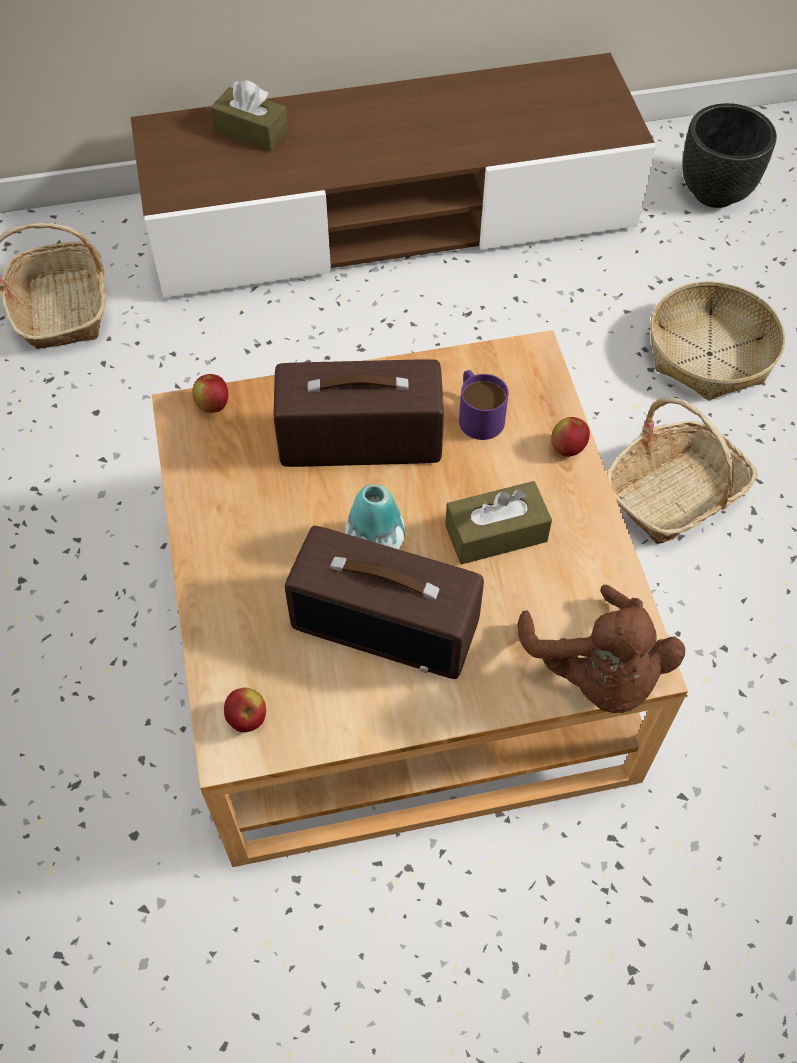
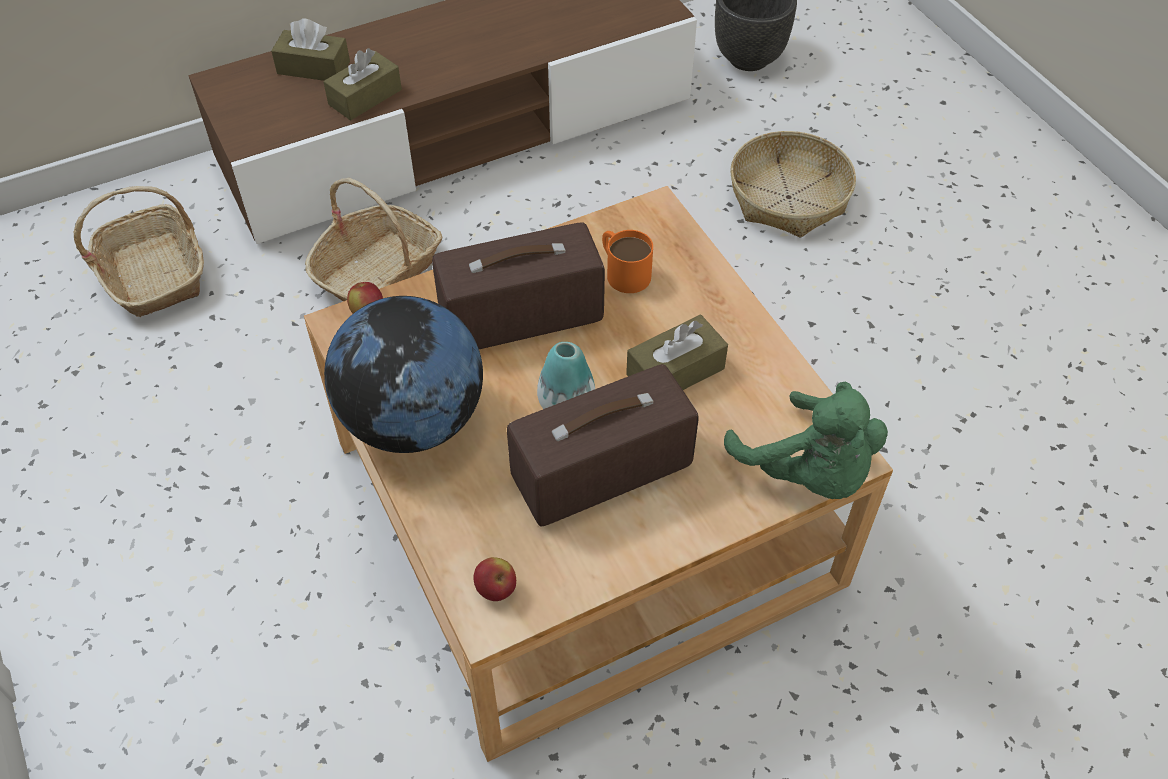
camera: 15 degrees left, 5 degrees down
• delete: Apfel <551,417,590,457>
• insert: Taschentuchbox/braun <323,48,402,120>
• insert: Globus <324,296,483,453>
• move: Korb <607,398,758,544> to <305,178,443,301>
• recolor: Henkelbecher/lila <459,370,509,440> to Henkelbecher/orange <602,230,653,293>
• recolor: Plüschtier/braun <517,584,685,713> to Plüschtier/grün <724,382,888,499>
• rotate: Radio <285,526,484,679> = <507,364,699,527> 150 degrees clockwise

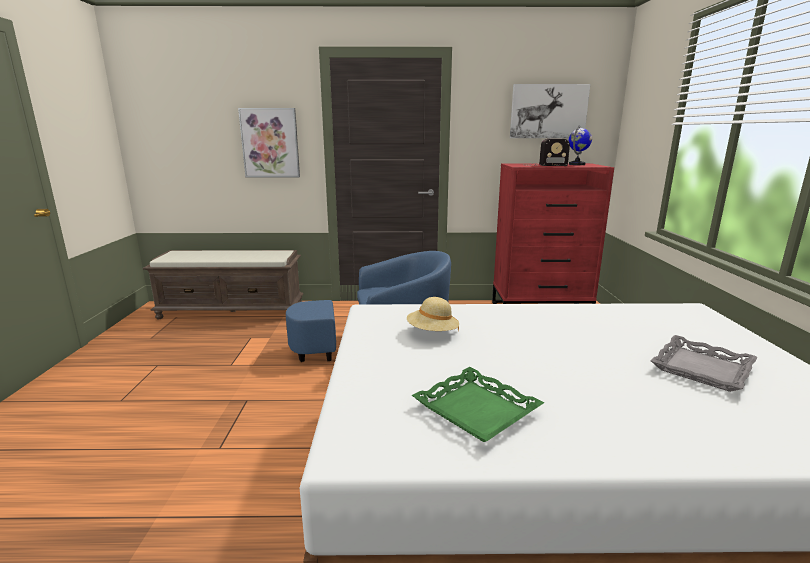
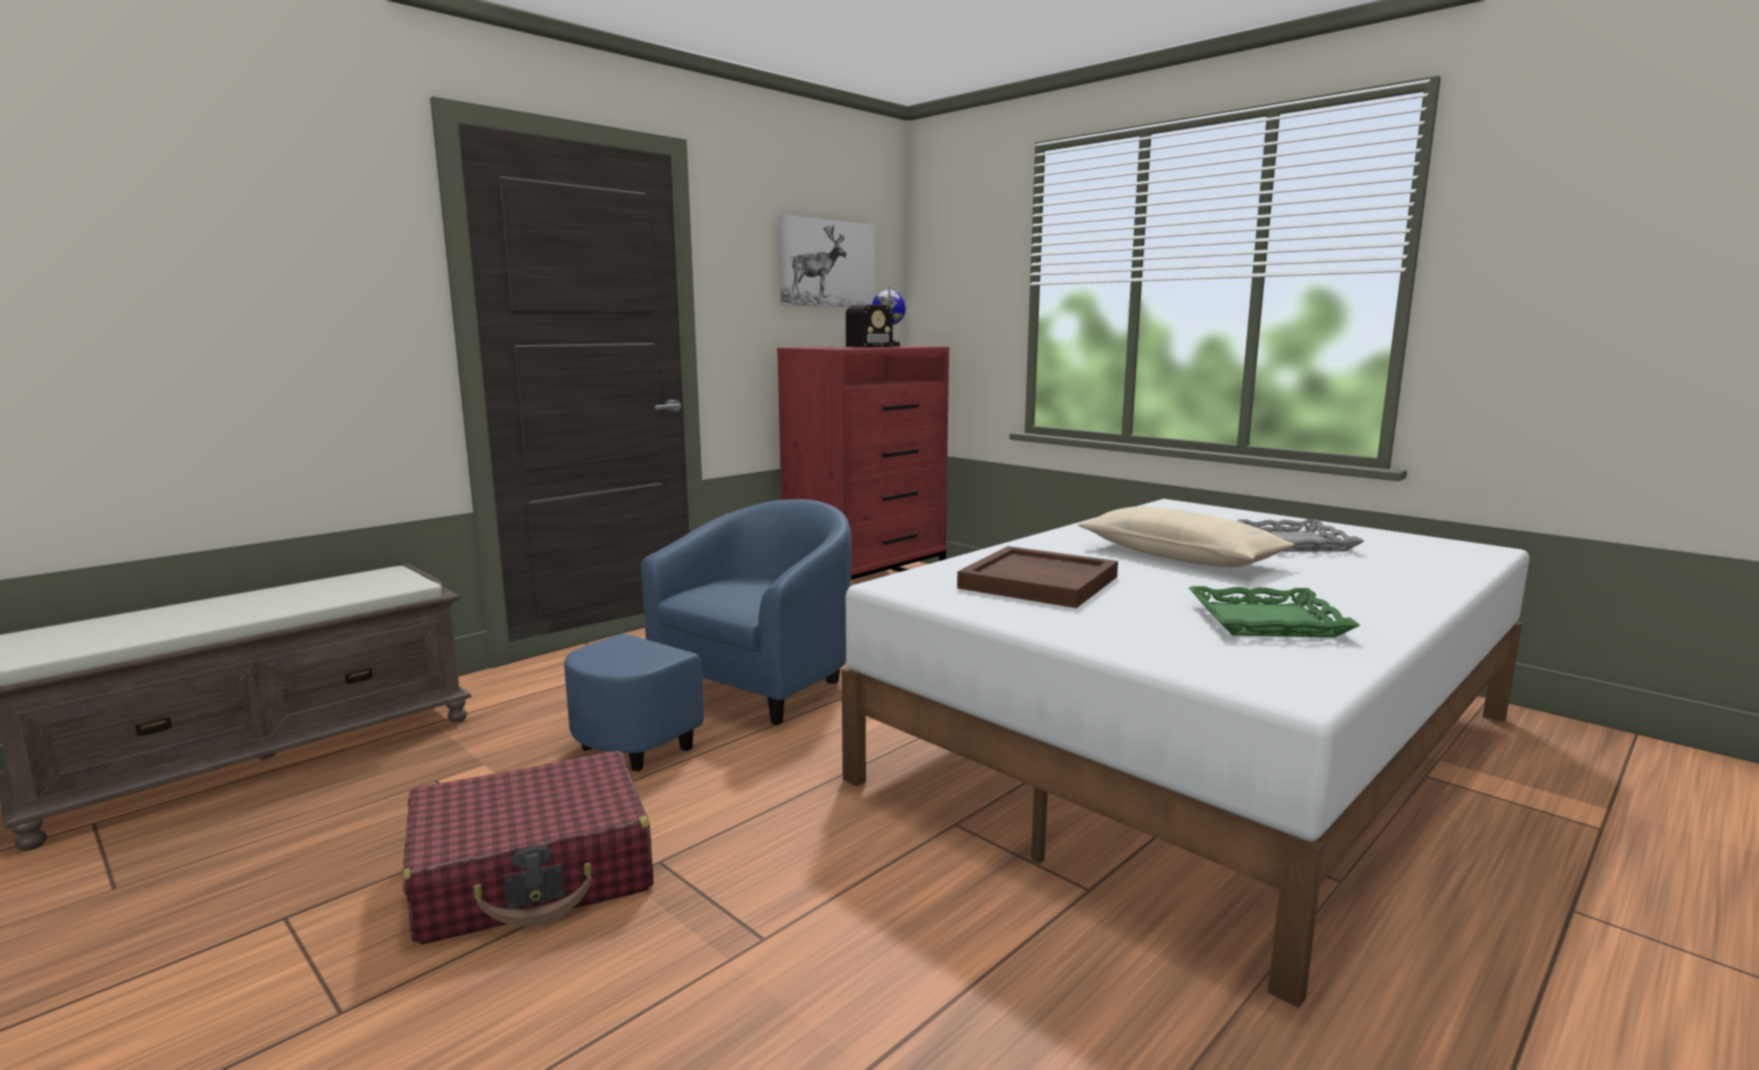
camera: 45 degrees left, 5 degrees down
• delete: Bild <238,108,300,177>
• insert: Koffer/rot <402,751,654,945>
• insert: Kissen/beige <1078,506,1294,567>
• replace: Hut/beige <407,297,459,332> to Tablett/braun <957,546,1118,608>

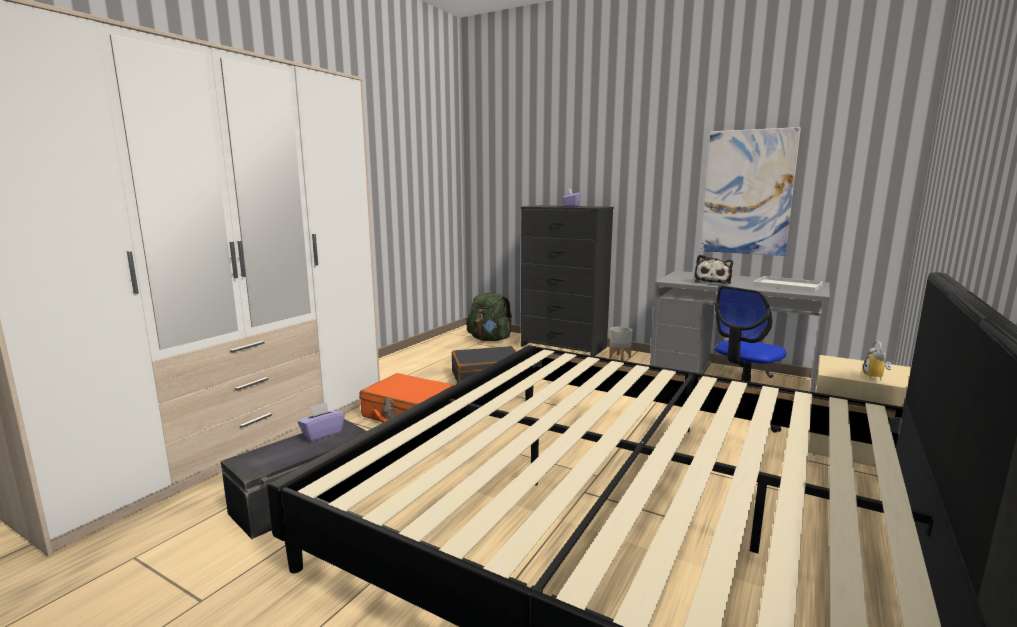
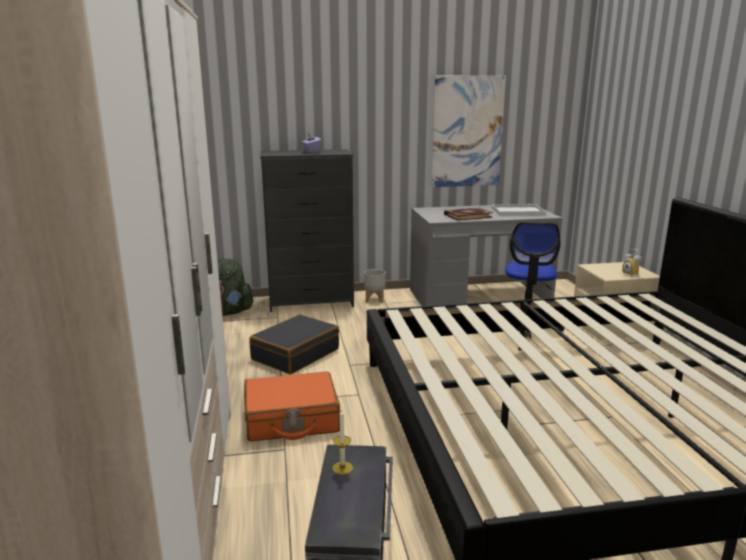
camera: 40 degrees left, 5 degrees up
• replace: Taschentuchbox/lila <298,402,345,442> to Kerze <332,409,353,475>
• replace: Plüschtier <694,254,733,284> to Buch <444,208,493,221>

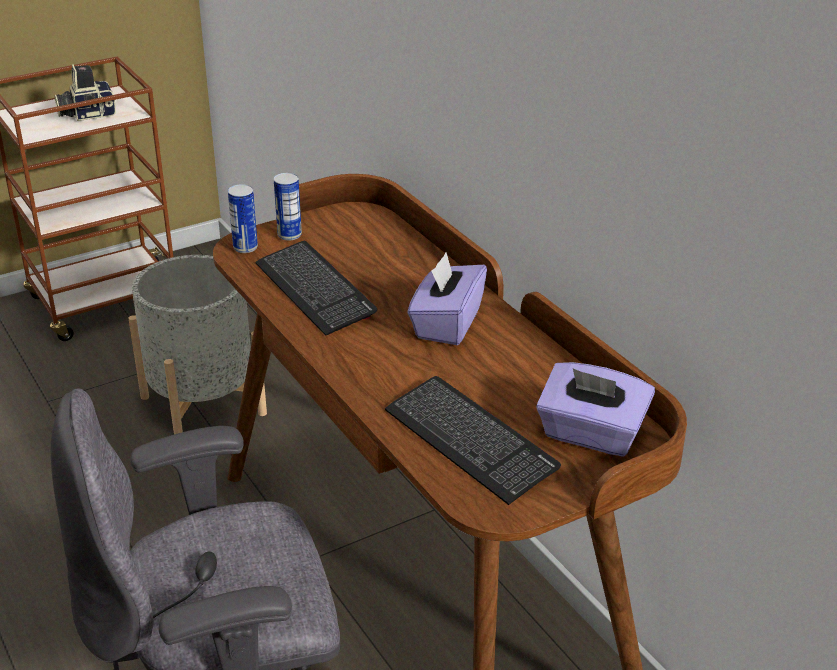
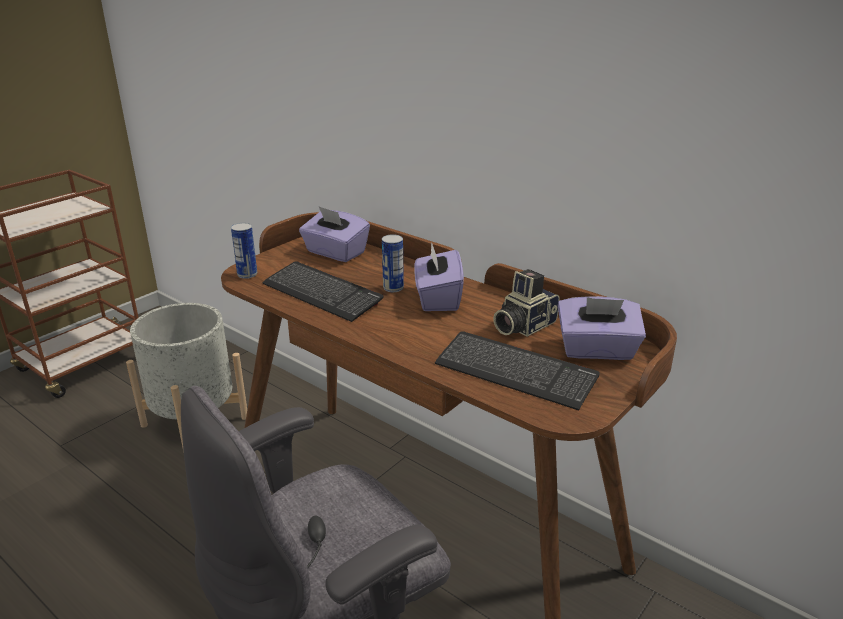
camera: 20 degrees left, 5 degrees down
• insert: Taschentuchbox/lila <299,206,370,262>
• move: Kamera <54,65,116,121> to <493,269,560,337>
• move: Dose <274,173,302,241> to <382,234,404,292>

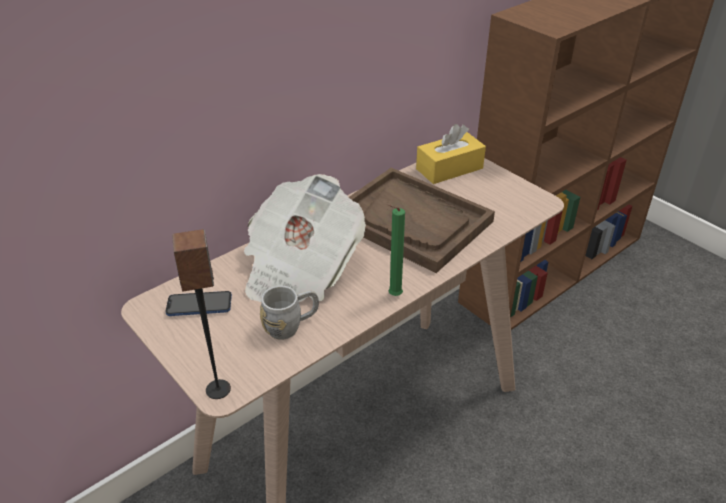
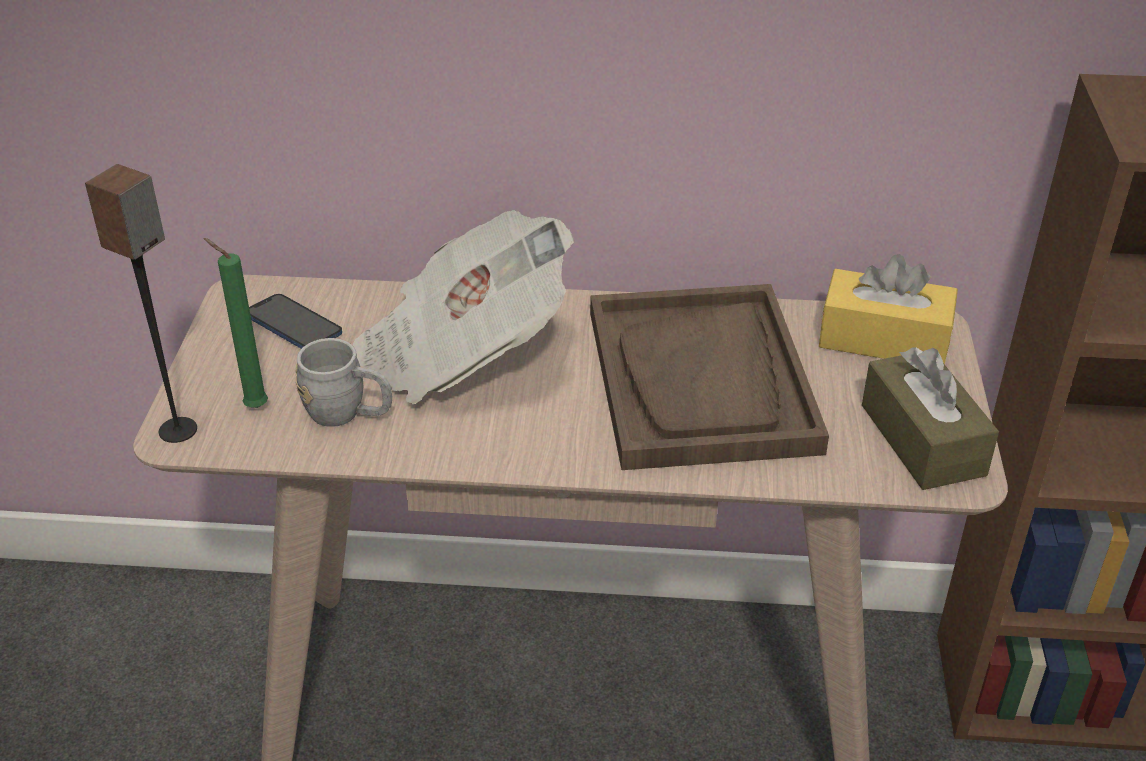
camera: 45 degrees right, 0 degrees up
• insert: Taschentuchbox/braun <862,347,999,490>
• move: Kerze/grün <388,205,405,296> to <204,238,268,408>

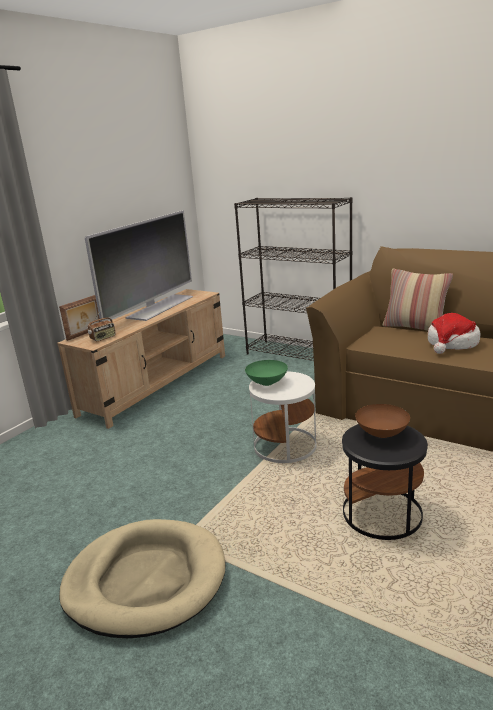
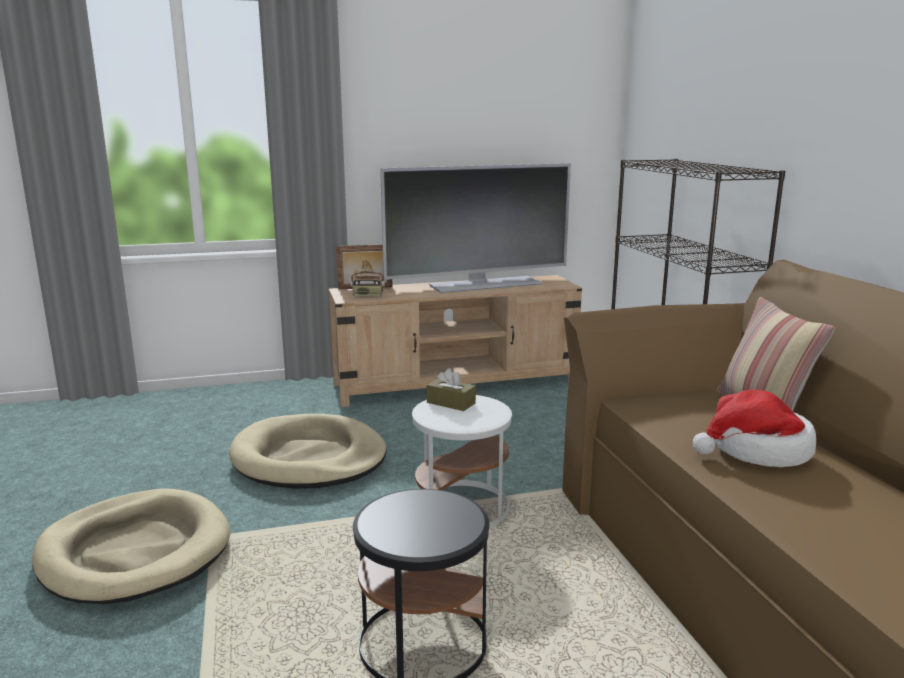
camera: 40 degrees right, 5 degrees down
• delete: Schüssel/braun <355,404,410,438>
• insert: Hundebett/beige <229,414,387,489>
• replace: Schüssel/grün <245,360,288,386> to Taschentuchbox/braun <426,368,476,411>

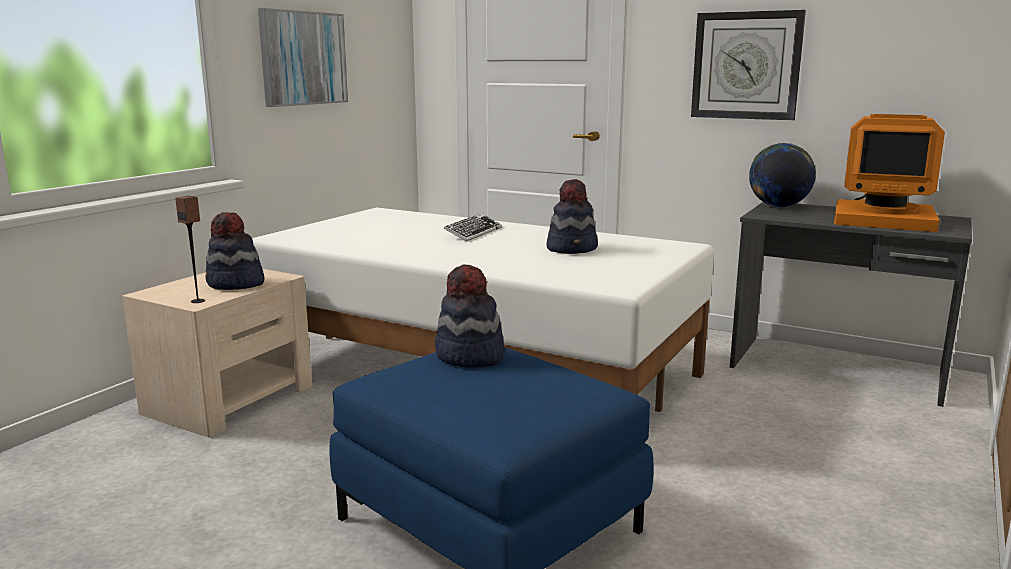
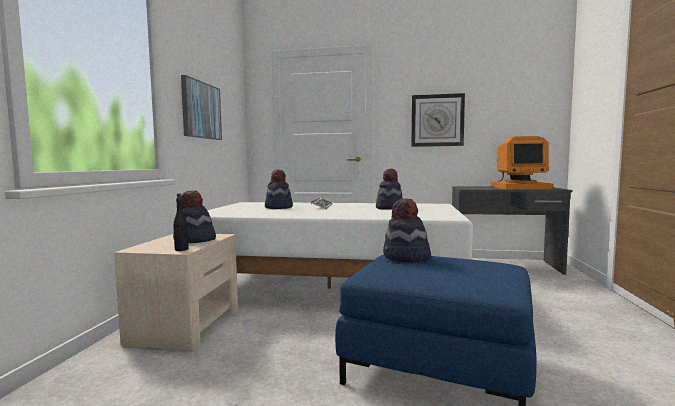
camera: 20 degrees left, 10 degrees down
• delete: Globus <749,143,816,207>
• insert: Hut <265,169,293,209>
• replace: Lautsprecher <175,196,205,303> to Flasche/schwarz <173,193,189,251>

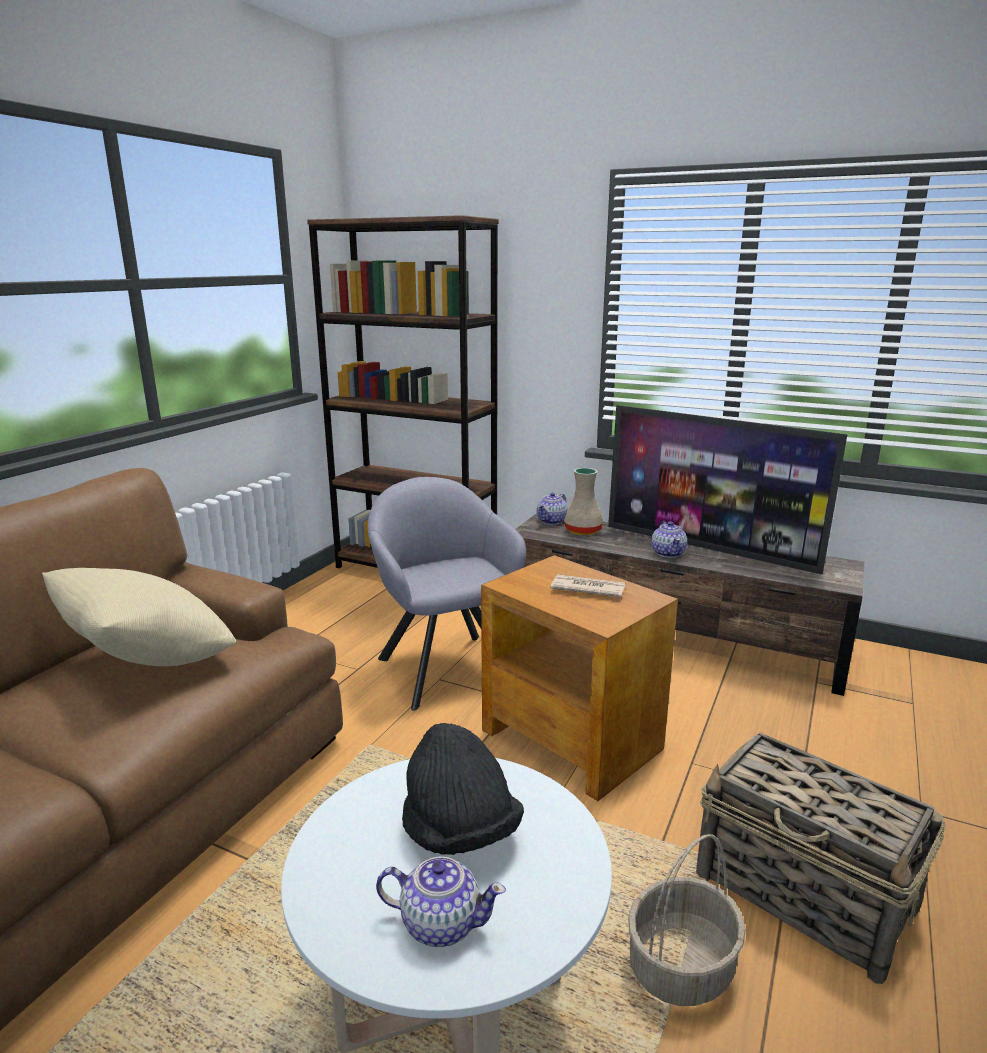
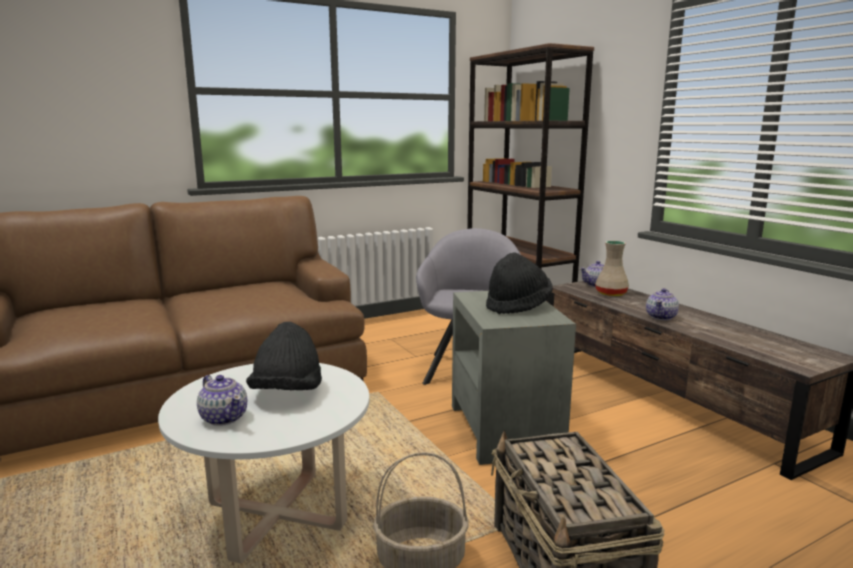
camera: 35 degrees right, 5 degrees down
• delete: Kissen/beige <42,568,236,666>
• delete: Fernseher <608,405,848,574>
• replace: Zeitung <550,574,626,597> to Hut/schwarz <486,252,553,314>
• recolor: Beistelltisch/braun <481,555,678,801> to Beistelltisch/grau <452,291,576,465>

